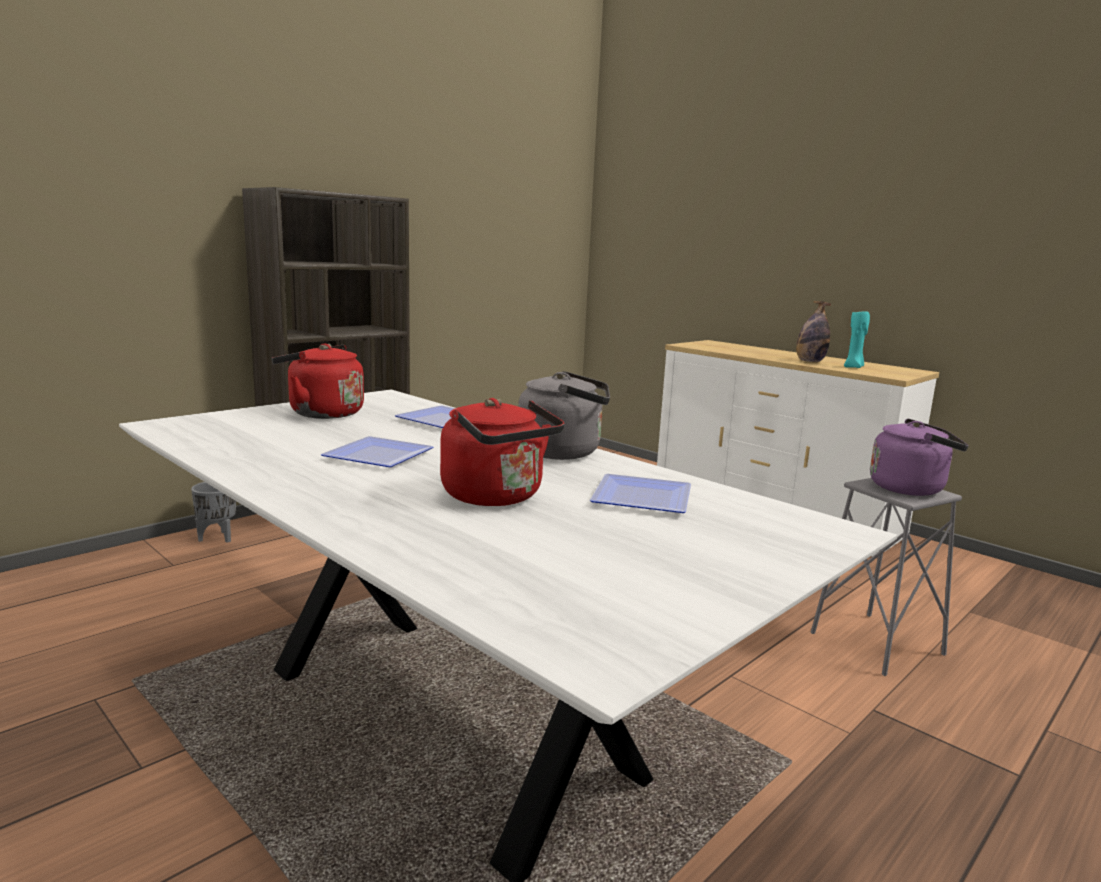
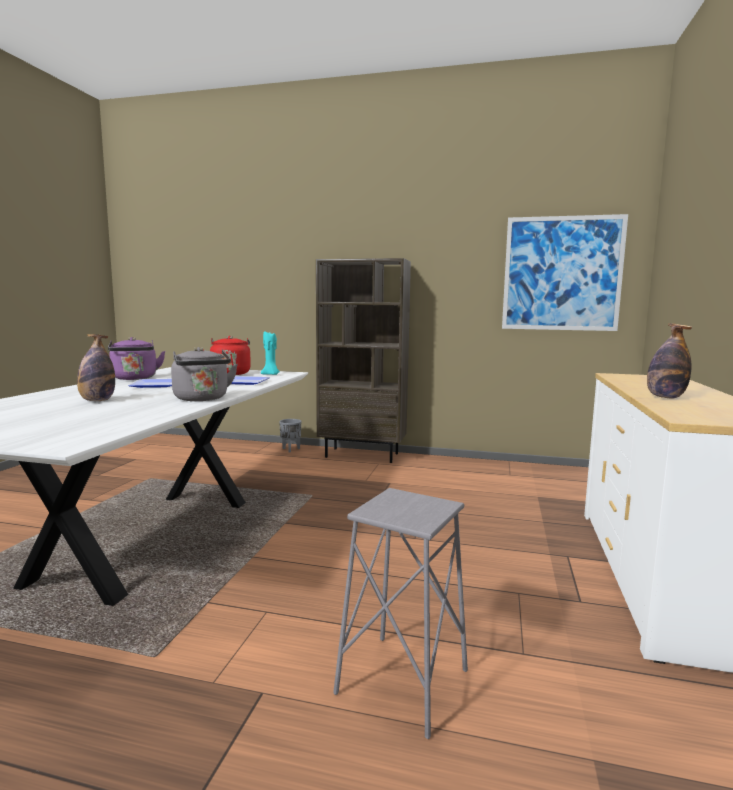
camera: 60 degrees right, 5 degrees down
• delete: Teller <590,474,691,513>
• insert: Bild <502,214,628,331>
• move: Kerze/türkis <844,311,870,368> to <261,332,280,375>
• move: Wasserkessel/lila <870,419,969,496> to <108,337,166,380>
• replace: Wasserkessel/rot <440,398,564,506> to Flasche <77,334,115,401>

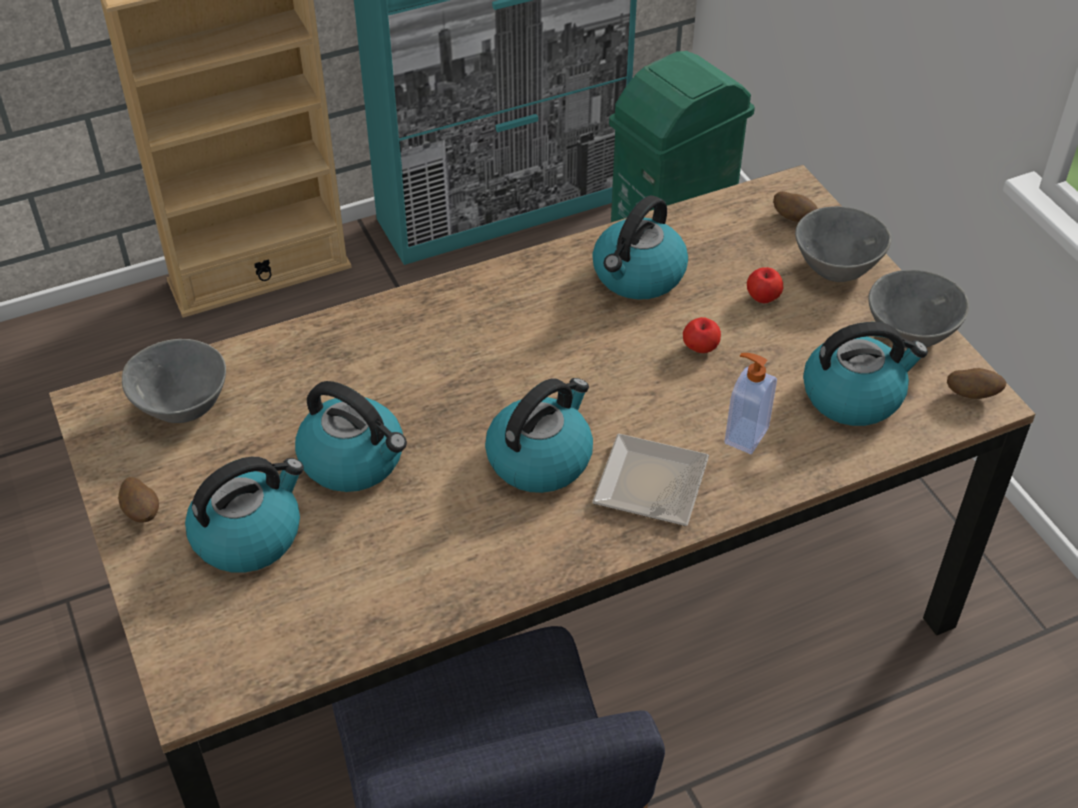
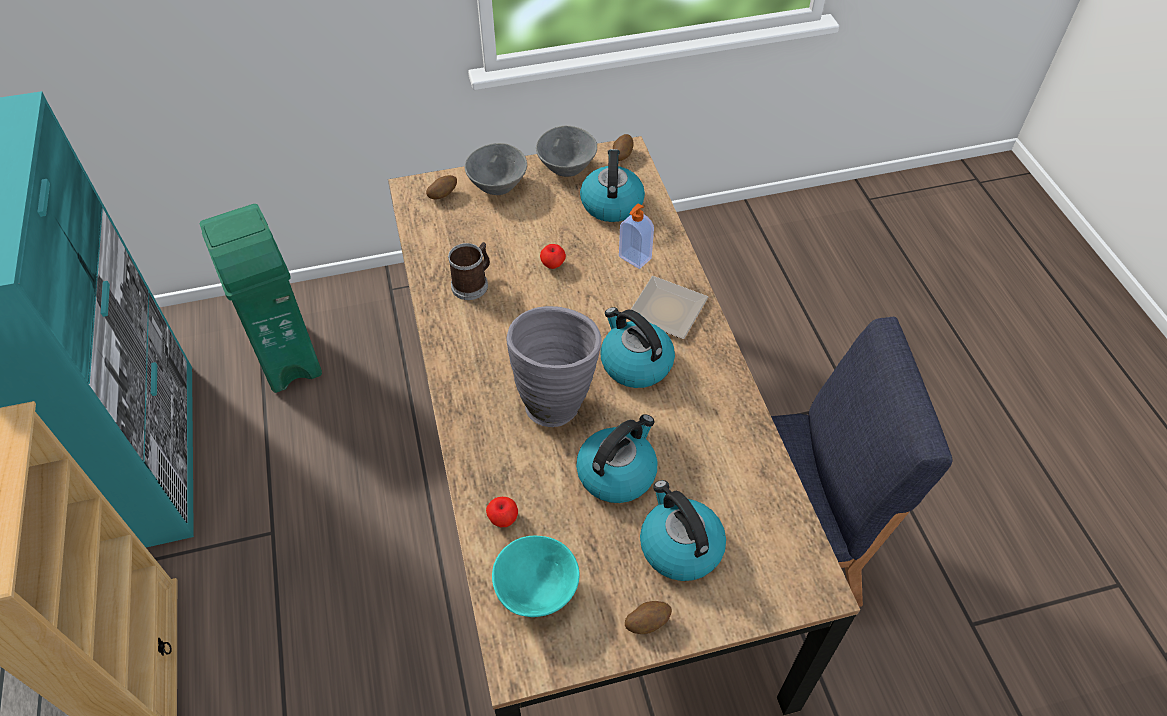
camera: 80 degrees left, 5 degrees up
• insert: Vase/grau <506,306,602,427>
• move: Apfel <747,267,783,304> to <486,497,518,527>
• replace: Wasserkessel <592,195,688,300> to Henkelbecher <448,242,490,300>
• recolor: Schüssel/grau <122,339,226,423> to Schüssel/türkis <492,536,579,617>

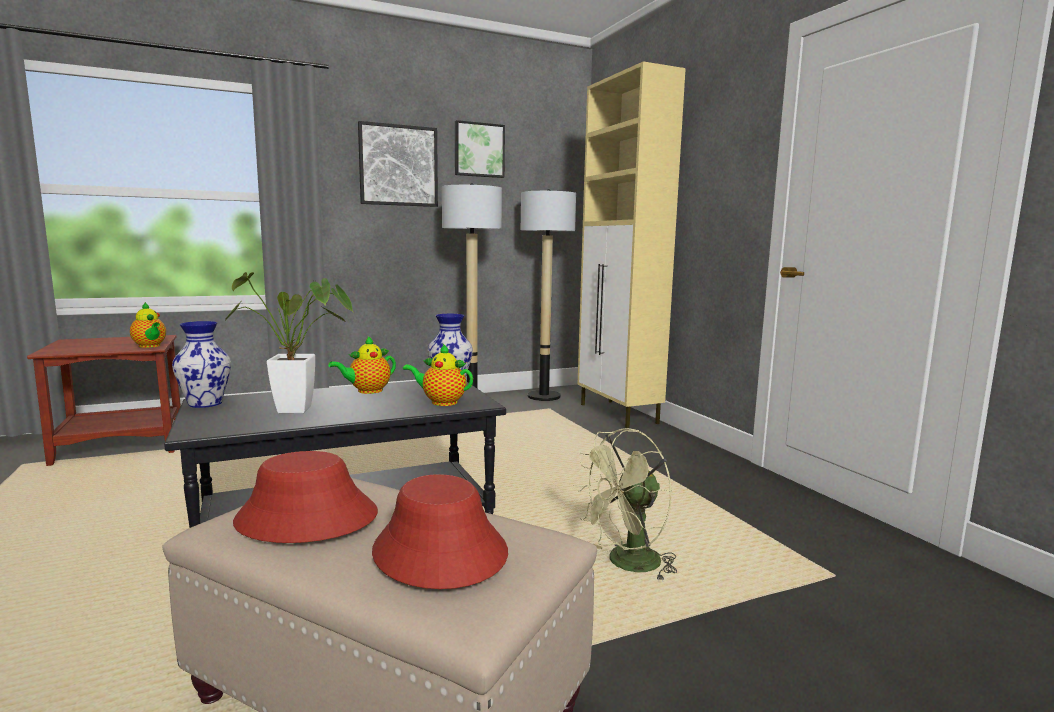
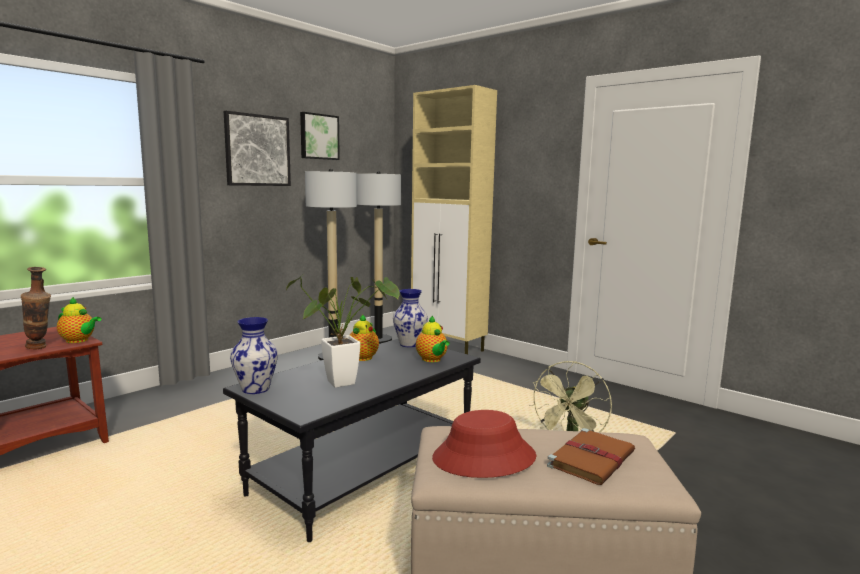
camera: 25 degrees left, 0 degrees up
• insert: Vase <21,267,51,349>
• replace: Hut/rot <372,474,508,589> to Buch/braun <547,428,635,485>
• rotate: Teekanne <403,344,473,406> = <416,315,450,362> 105 degrees counterclockwise

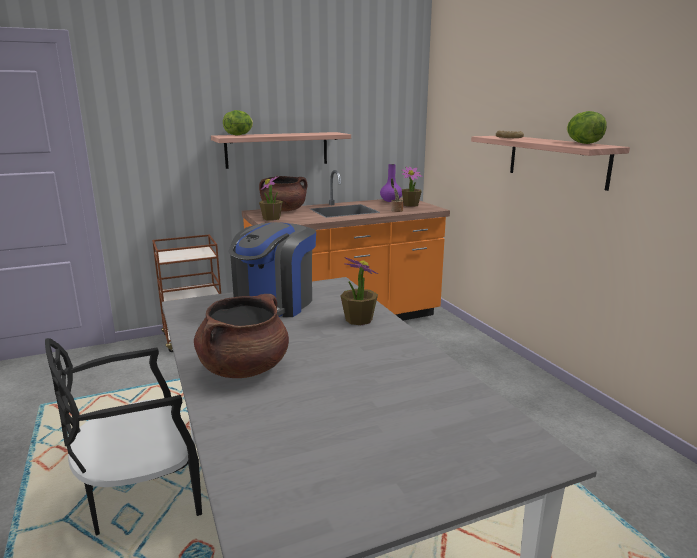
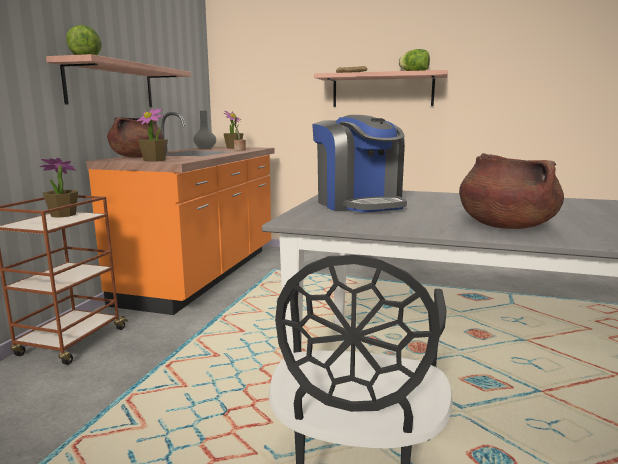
camera: 50 degrees left, 5 degrees down
• move: Topfpflanze <341,257,378,325> to <40,158,78,218>
• recolor: Vase/lila <380,164,402,202> to Vase/grau <193,111,216,149>

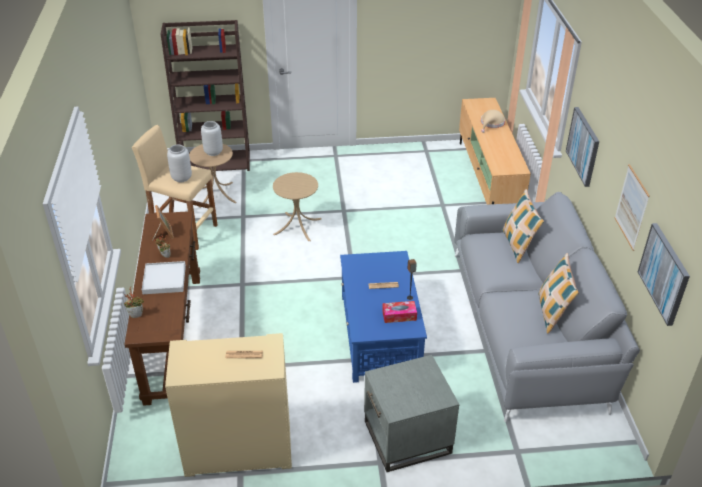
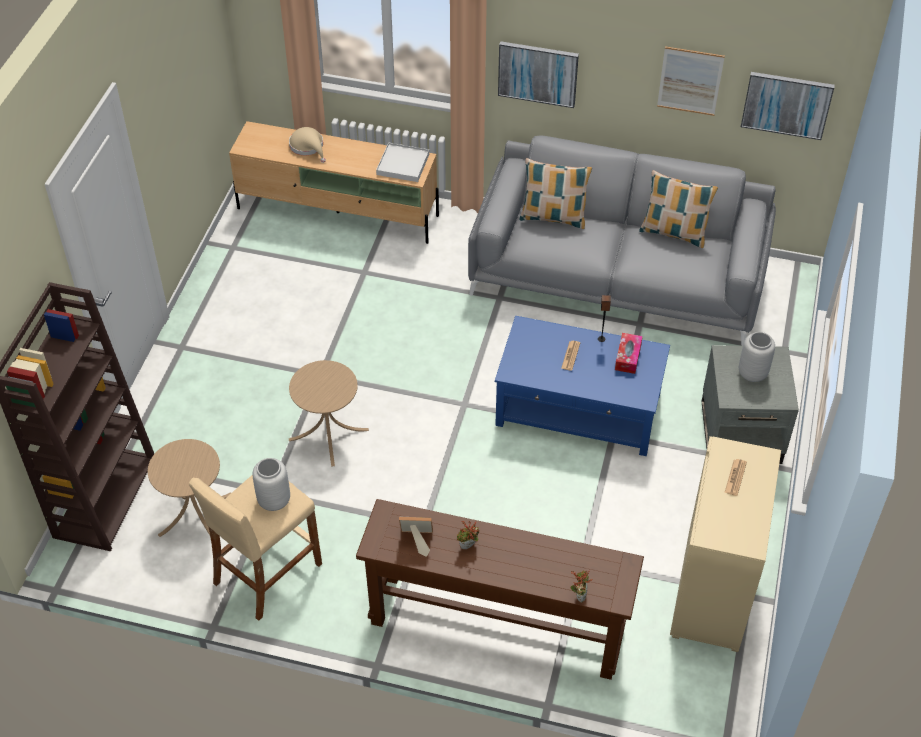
camera: 70 degrees left, 10 degrees up
• move: Tablett/weiß <142,261,186,294> to <376,142,429,182>
• move: Vase/grau <201,121,223,156> to <739,332,775,382>

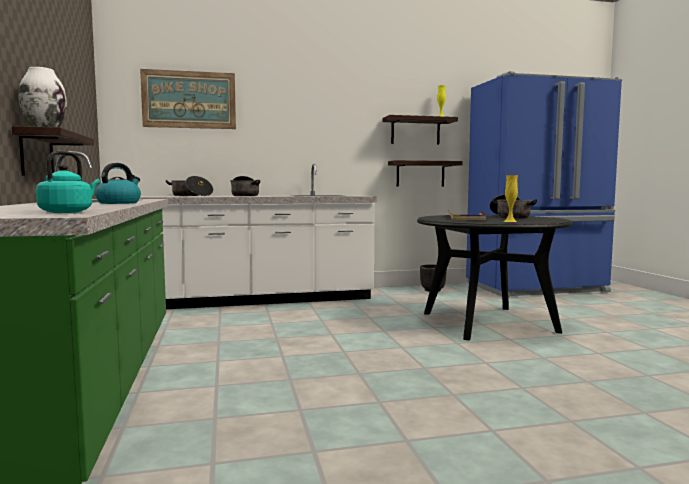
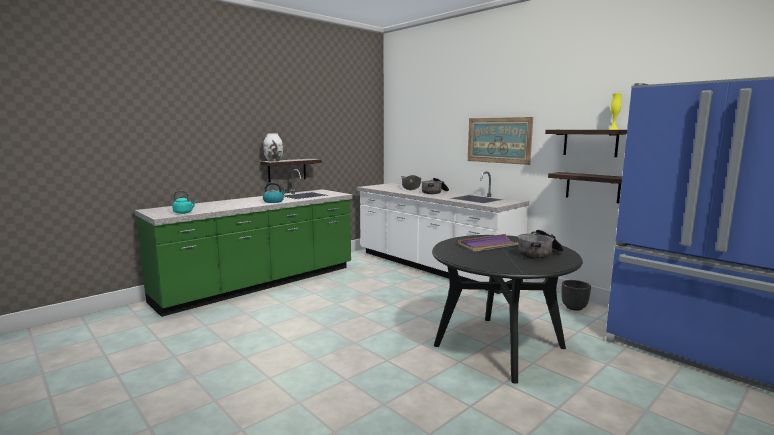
camera: 60 degrees right, 5 degrees up
• delete: Vase/gelb <503,175,518,222>
• move: Bild <140,69,236,129> to <468,117,533,165>

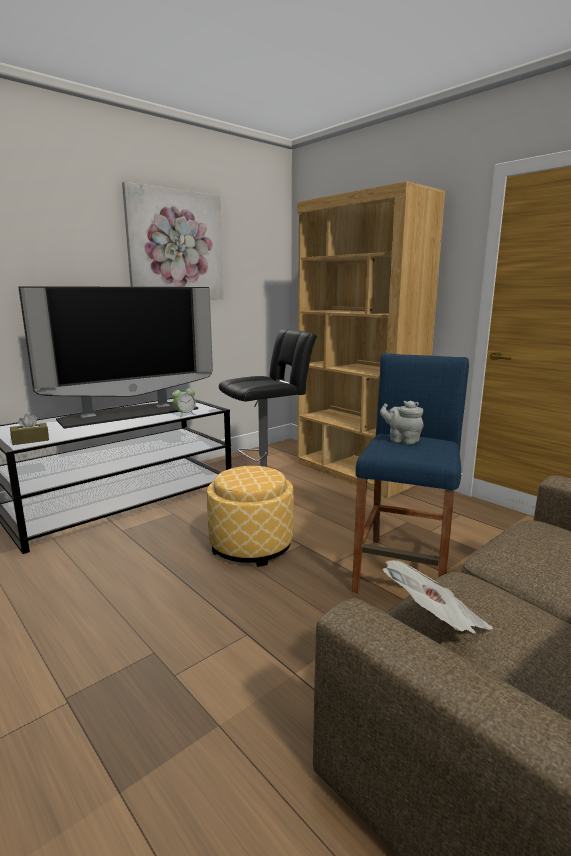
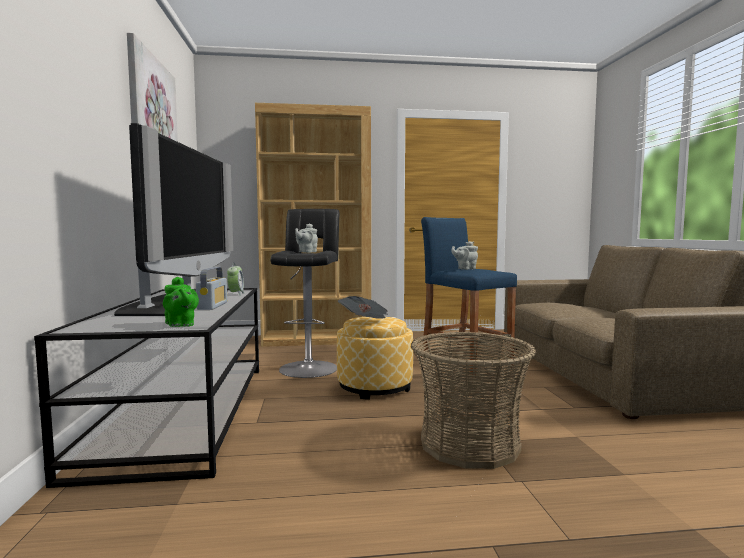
camera: 55 degrees left, 10 degrees down
• insert: Radio <196,267,227,310>
• insert: Teekanne/grau <295,224,318,253>
• insert: Korb <411,331,536,469>
• move: Zeitung <382,560,493,634> to <338,296,388,319>
• replace: Taschentuchbox/braun <10,414,49,445> to Teekanne/grün <163,277,199,327>

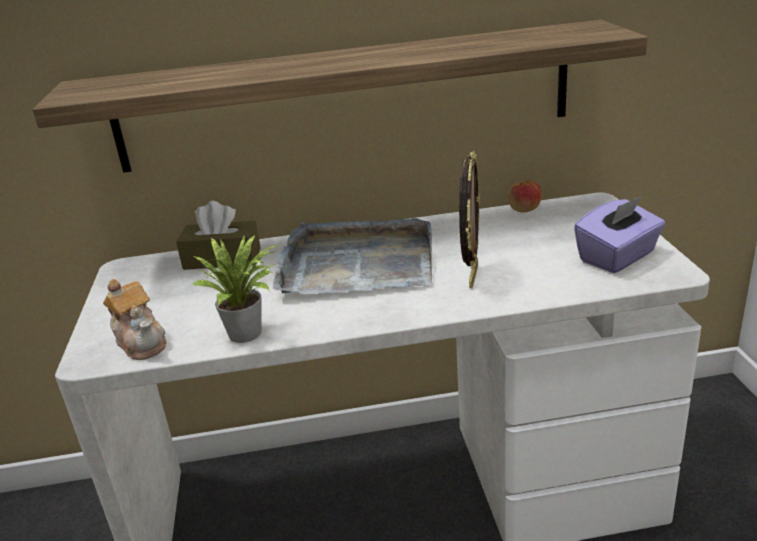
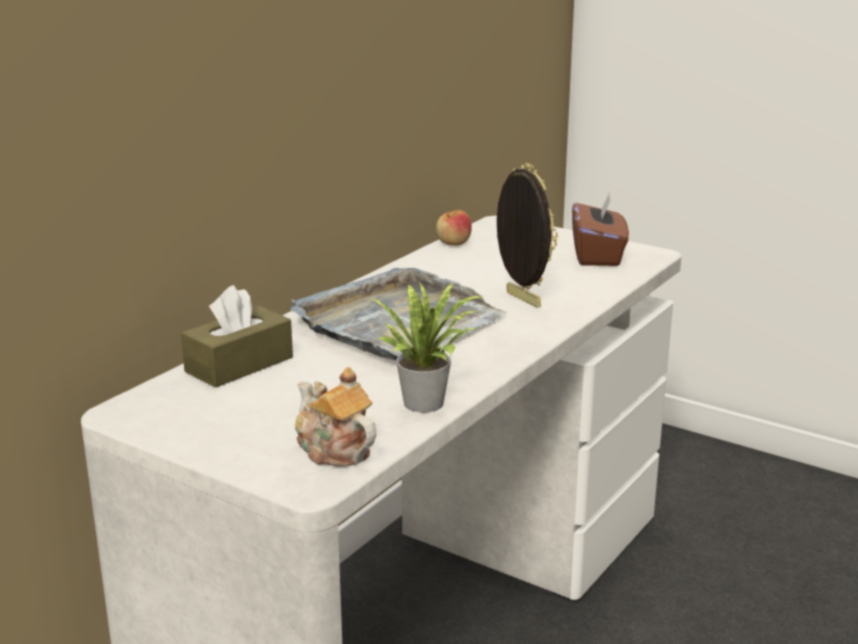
camera: 50 degrees left, 5 degrees down
• delete: Wandregal <33,20,648,173>
• recolor: Taschentuchbox/lila <574,196,665,273> to Taschentuchbox/braun <572,192,629,266>
• rotate: Teekanne <103,279,166,360> = <295,367,376,466> 135 degrees counterclockwise

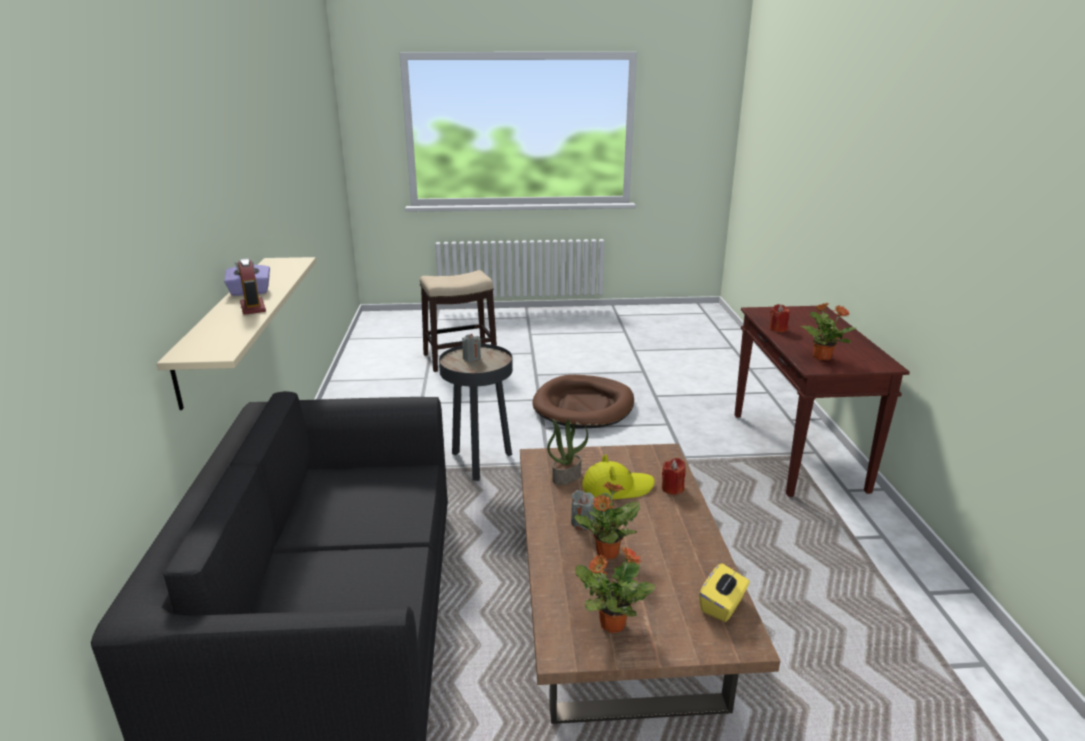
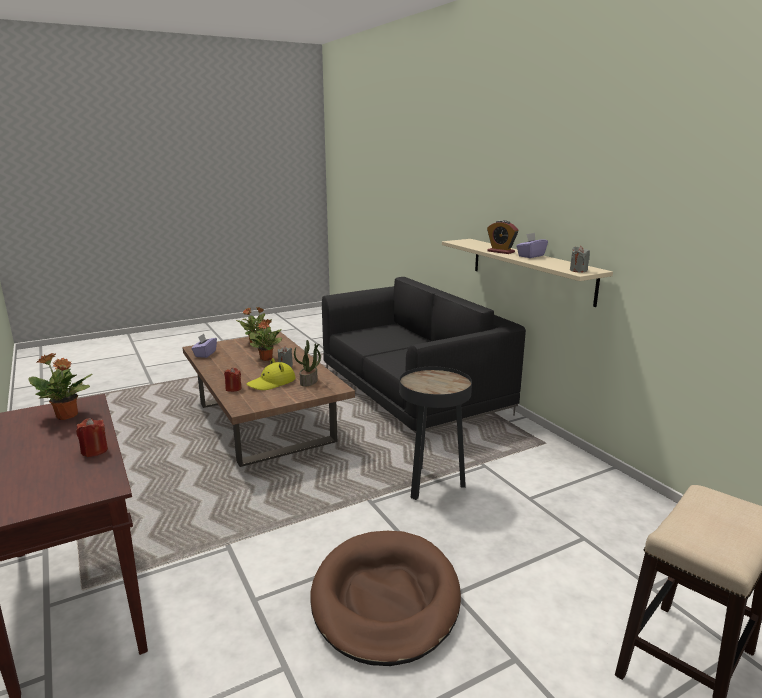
camera: 155 degrees right, 5 degrees down
• move: Kerze/grau <462,334,481,362> to <570,246,590,273>
• recolor: Taschentuchbox/gelb <699,563,750,622> to Taschentuchbox/lila <191,334,217,358>

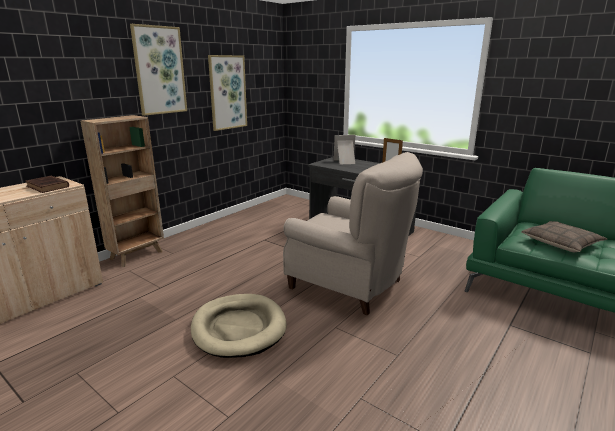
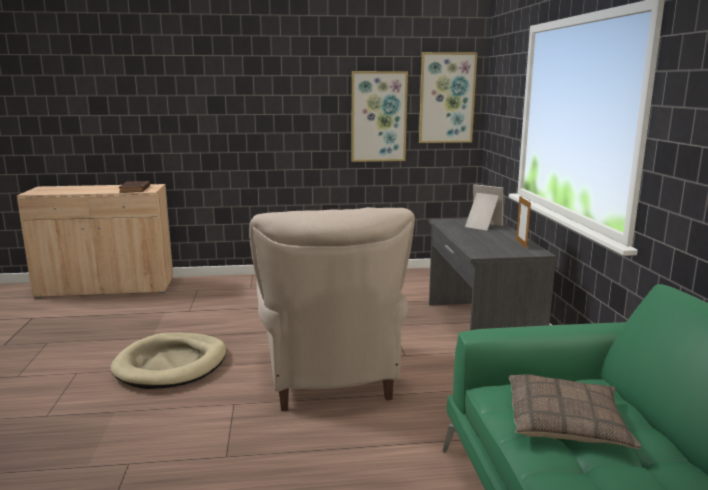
camera: 45 degrees right, 5 degrees down
• delete: Bücherregal/braun <80,115,164,267>
• move: Bild <130,24,187,116> to <419,52,477,143>

